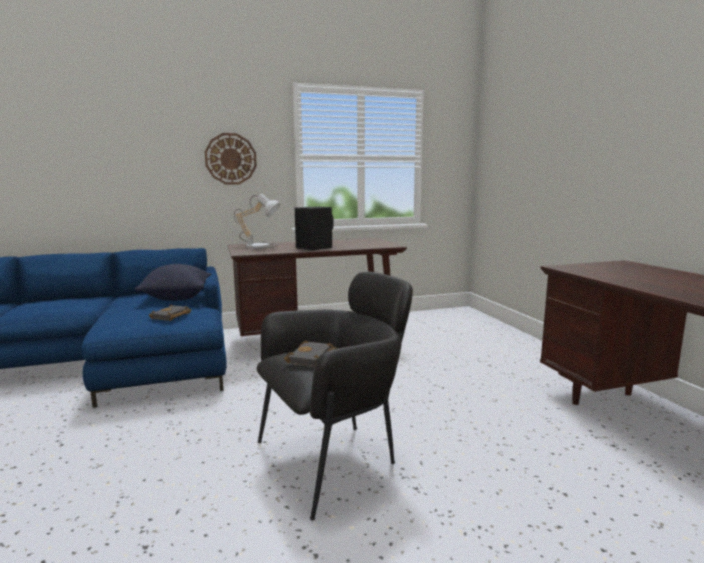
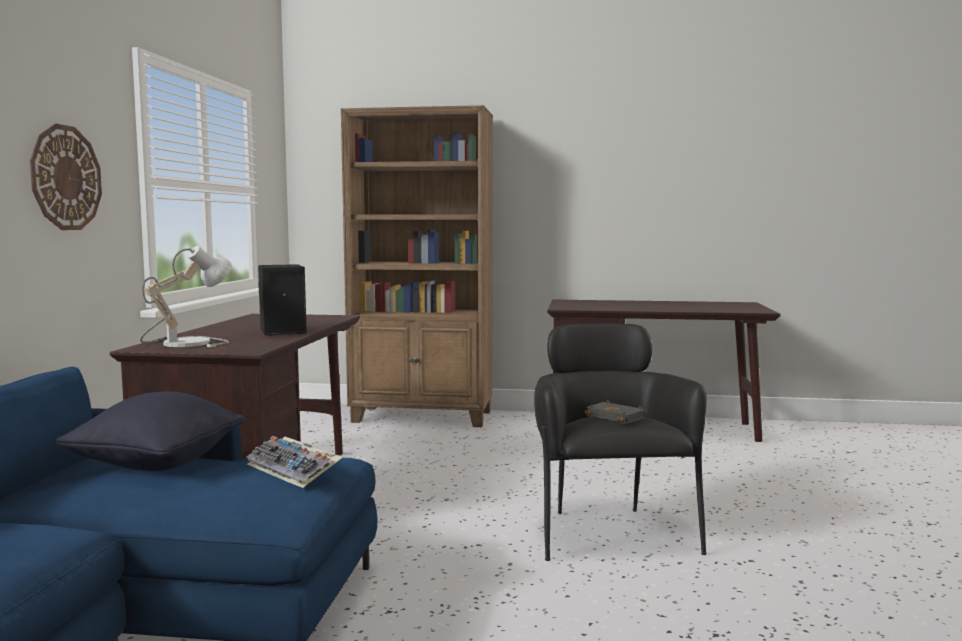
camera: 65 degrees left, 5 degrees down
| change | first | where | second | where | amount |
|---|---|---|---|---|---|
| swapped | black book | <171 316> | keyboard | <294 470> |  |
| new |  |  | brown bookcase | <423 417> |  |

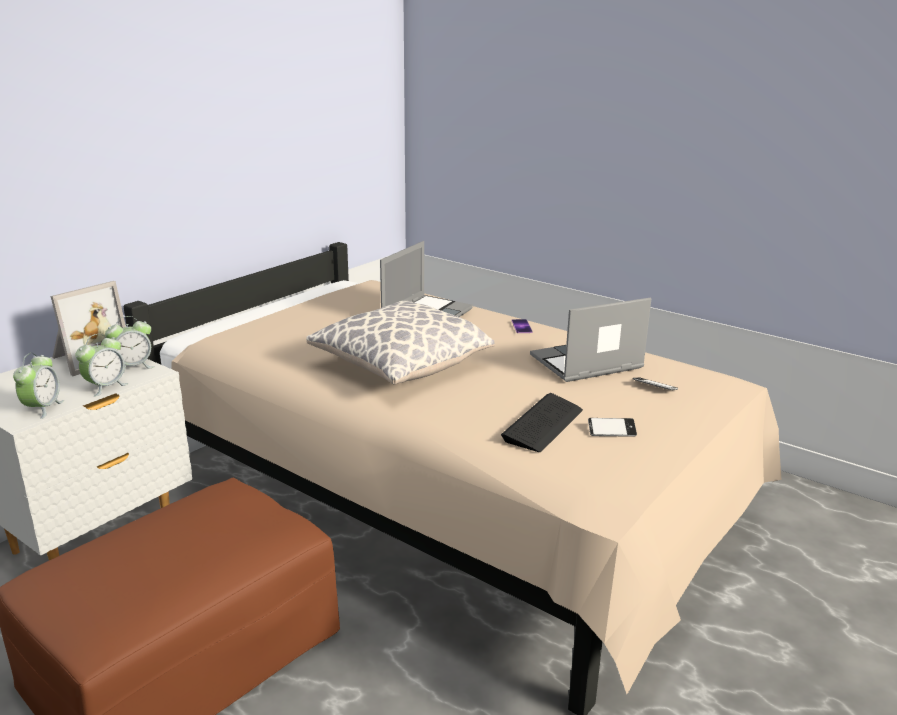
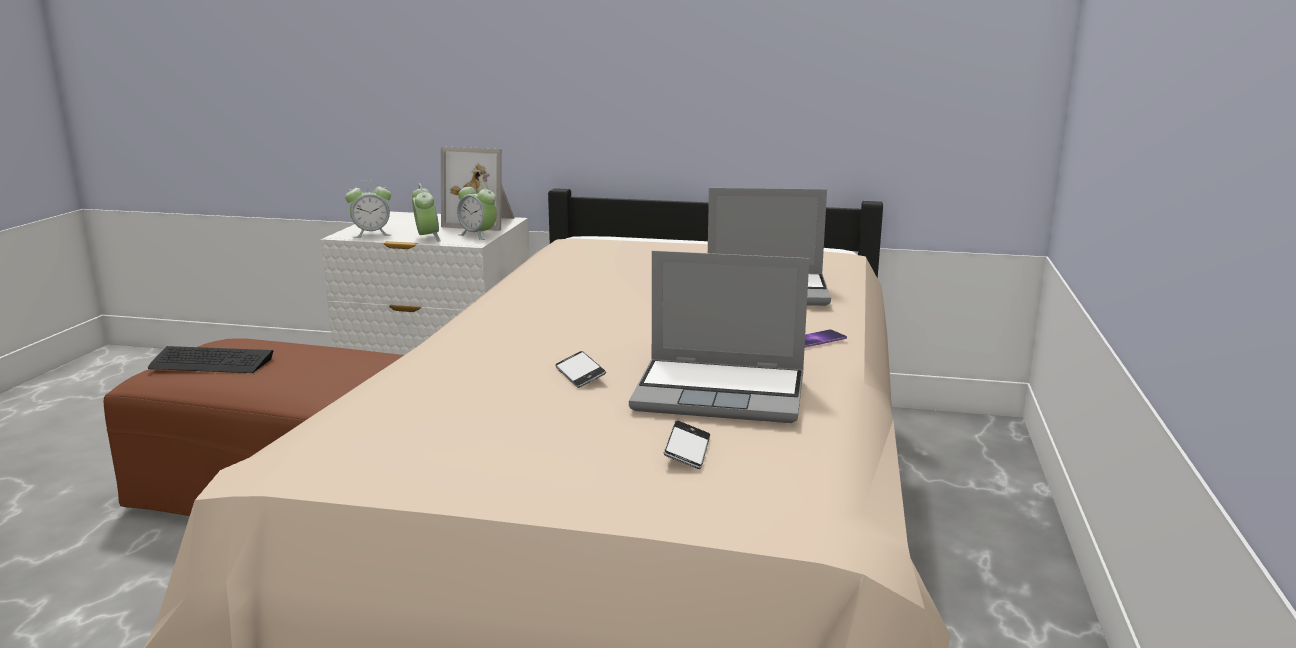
camera: 65 degrees right, 5 degrees down
| change | first | where | second | where | amount |
|---|---|---|---|---|---|
| rotated | alarm clock | <105 387> |  | <427 238> | 120 degrees counterclockwise |
| gone | pillow | <400 367> |  |  |  |
| shifted | keyboard | <543 424> |  | <211 363> |  |
| rotated | laptop | <585 363> |  | <722 393> | 150 degrees clockwise |
| shifted | phone | <611 431> |  | <580 375> |  |

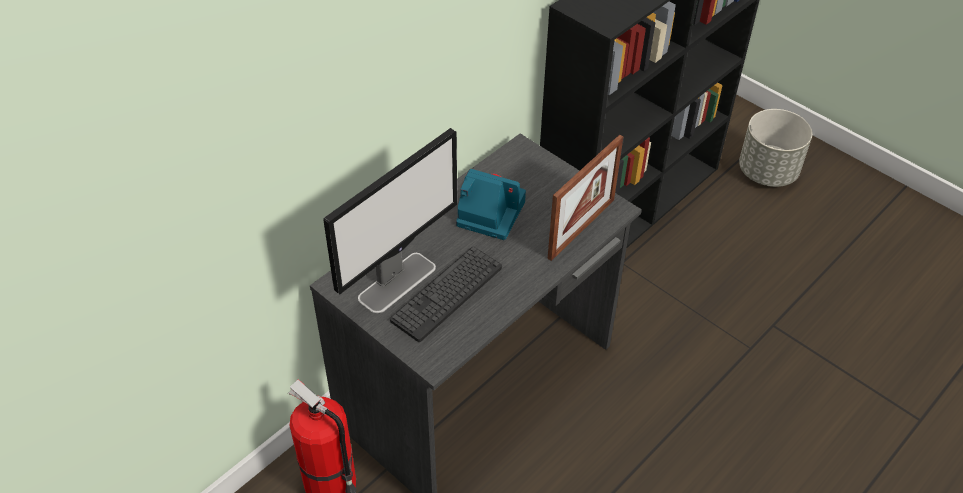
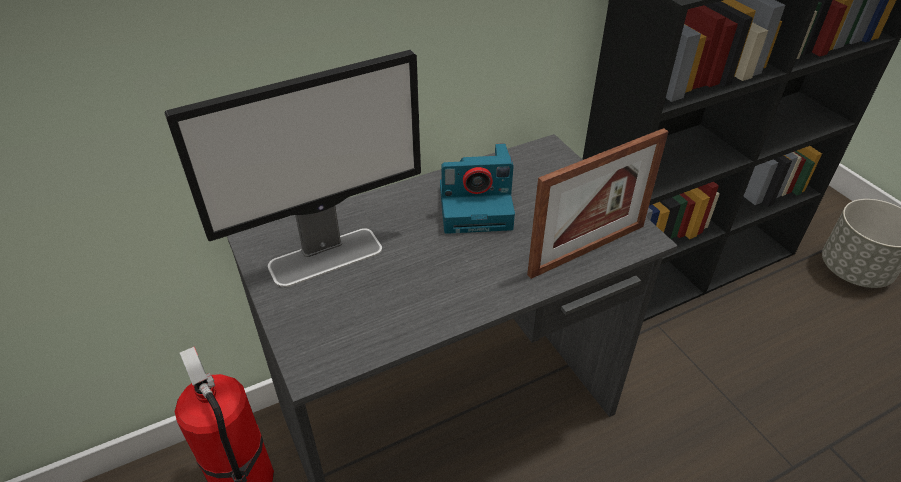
camera: 20 degrees right, 5 degrees down
| change | first | where | second | where | amount |
|---|---|---|---|---|---|
| gone | keyboard | <447 294> |  |  |  |
| rotated | photo camera | <488 213> |  | <477 206> | 135 degrees clockwise |

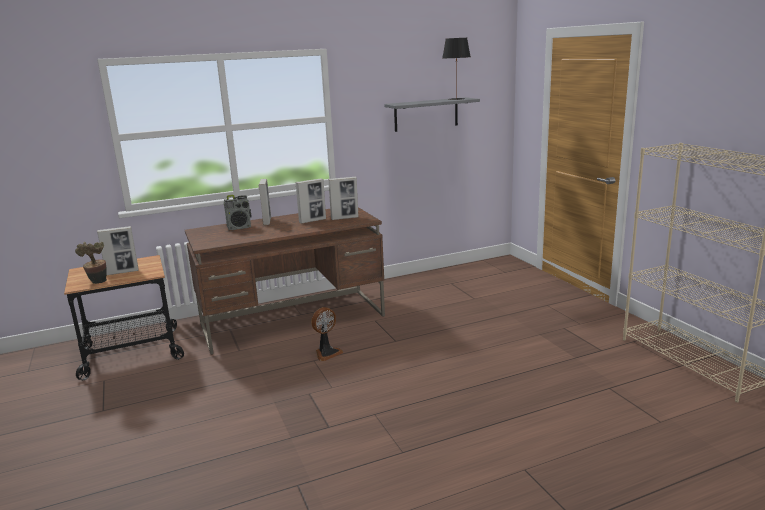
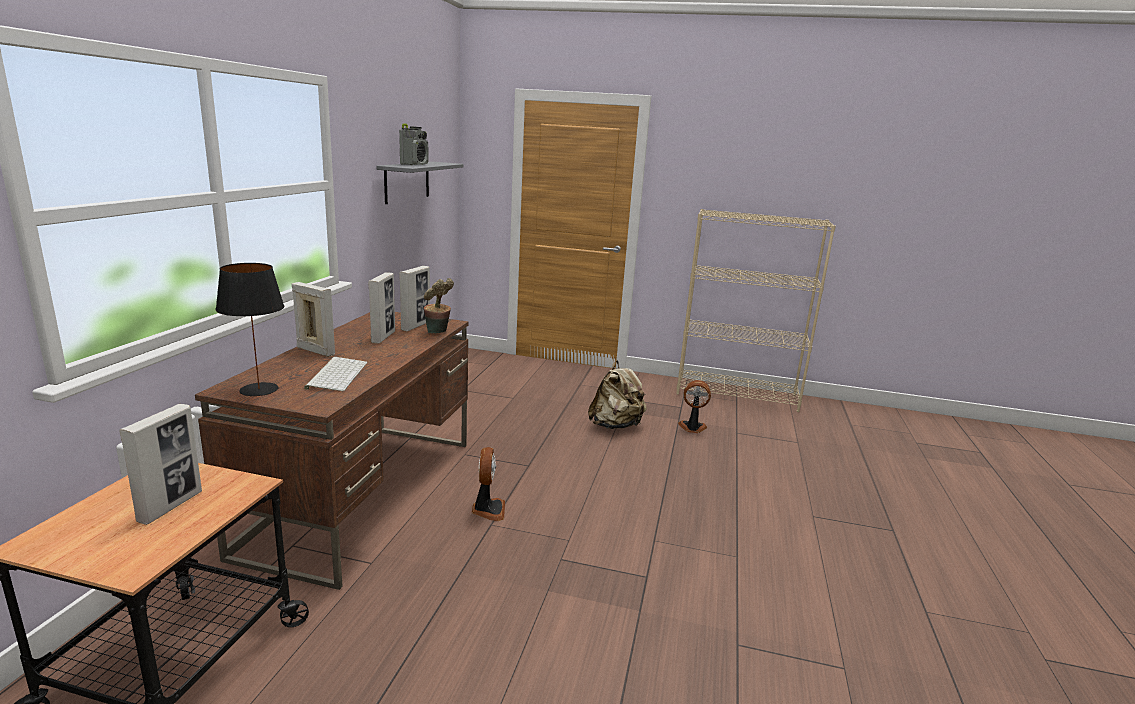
camera: 55 degrees left, 0 degrees up
| change | first | where | second | where | amount |
|---|---|---|---|---|---|
| shifted | potted plant | <98 283> |  | <438 332> |  |
| shifted | radio | <239 227> |  | <414 164> |  |
| shifted | black table lamp | <456 99> |  | <259 389> |  |
| new |  |  | keyboard | <336 374> |  |
| new |  |  | beige backpack | <615 425> |  |
| new |  |  | fan | <692 428> |  |

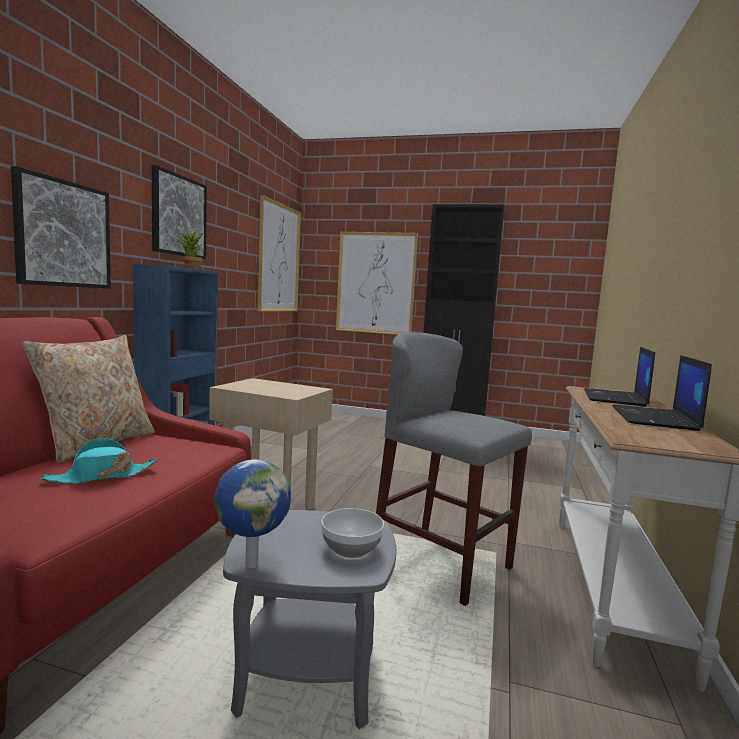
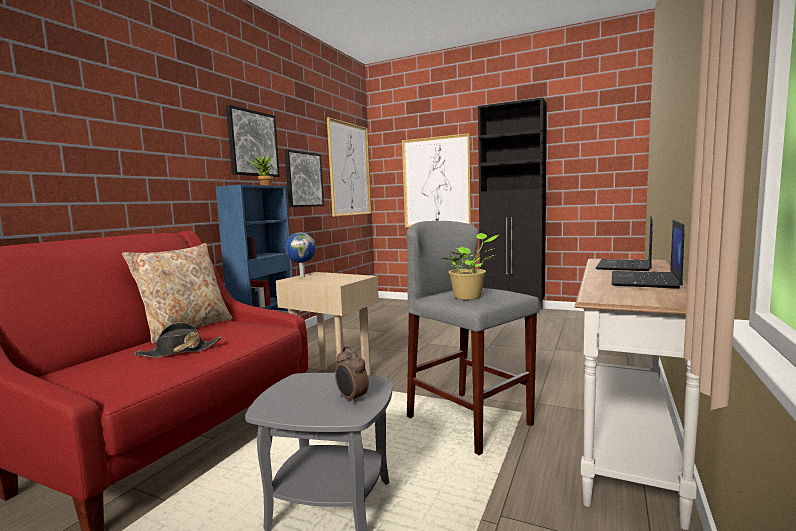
camera: 10 degrees right, 0 degrees up
| change | first | where | second | where | amount |
|---|---|---|---|---|---|
| shifted | picture | <63 234> |  | <304 179> |  |
| repainted | turquoise hat | <102 476> | black hat | <179 351> |  |
| shifted | globe | <251 564> |  | <302 276> |  |
| swapped | bowl | <352 548> | alarm clock | <351 399> |  |
| new |  |  | potted plant | <469 297> |  |

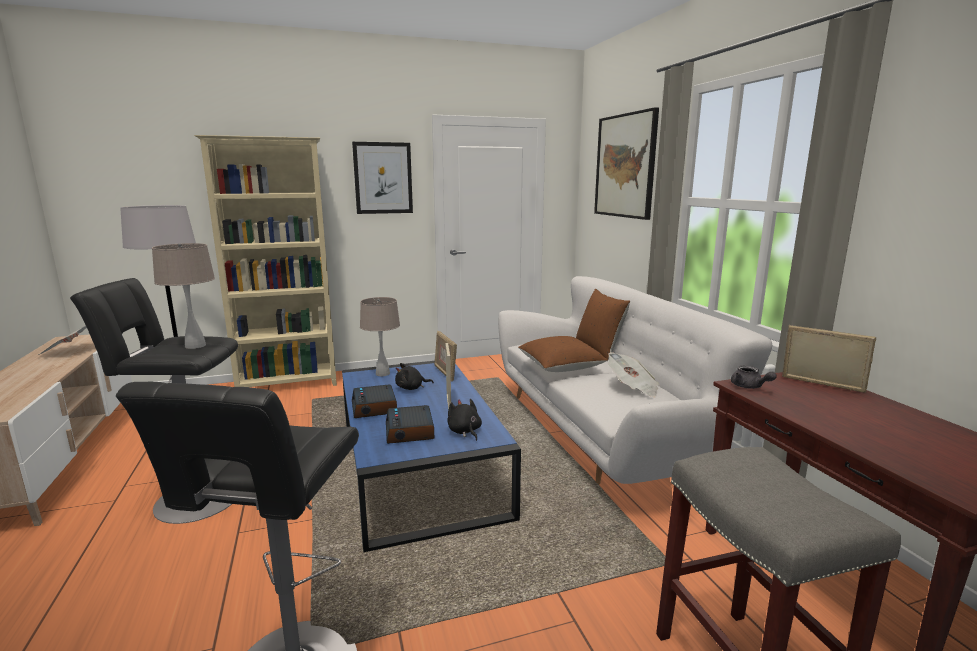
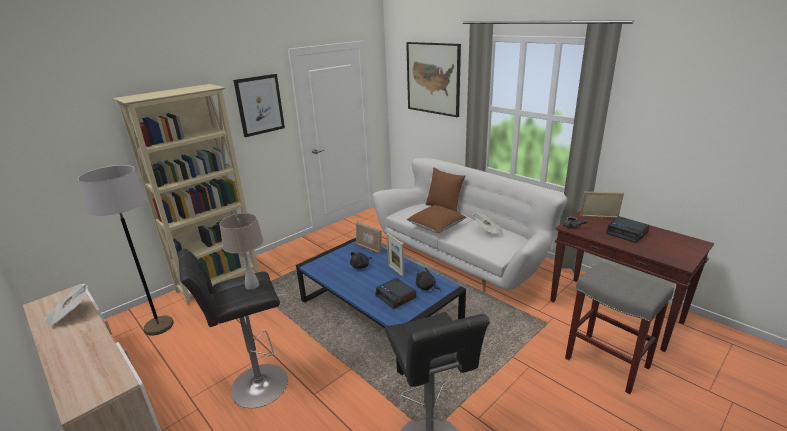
camera: 25 degrees left, 10 degrees up
| change | first | where | second | where | amount |
|---|---|---|---|---|---|
| shifted | alarm clock | <374 407> |  | <627 233> |  |
| gone | beige table lamp | <382 374> |  |  |  |

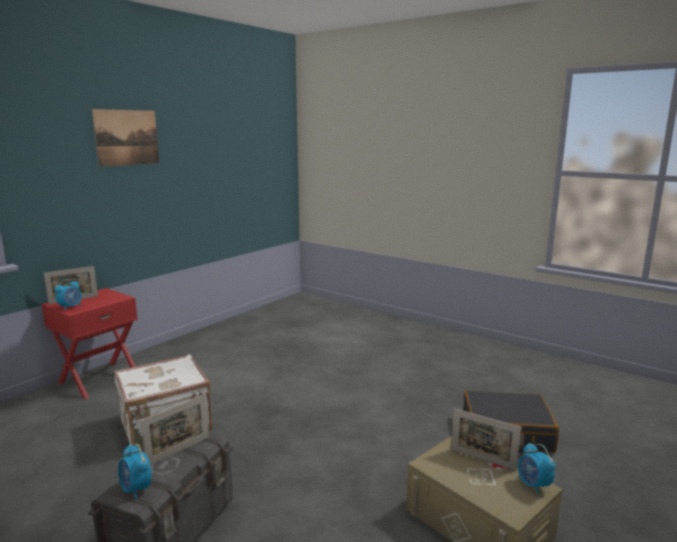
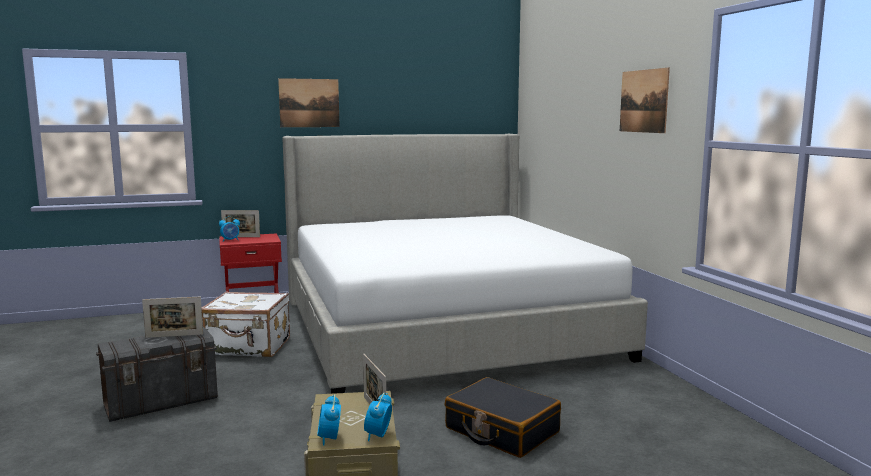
camera: 35 degrees right, 5 degrees down
| change | first | where | second | where | amount |
|---|---|---|---|---|---|
| shifted | alarm clock | <136 489> |  | <329 438> |  |
| new |  |  | bed | <442 328> |  |
| new |  |  | picture | <643 101> |  |

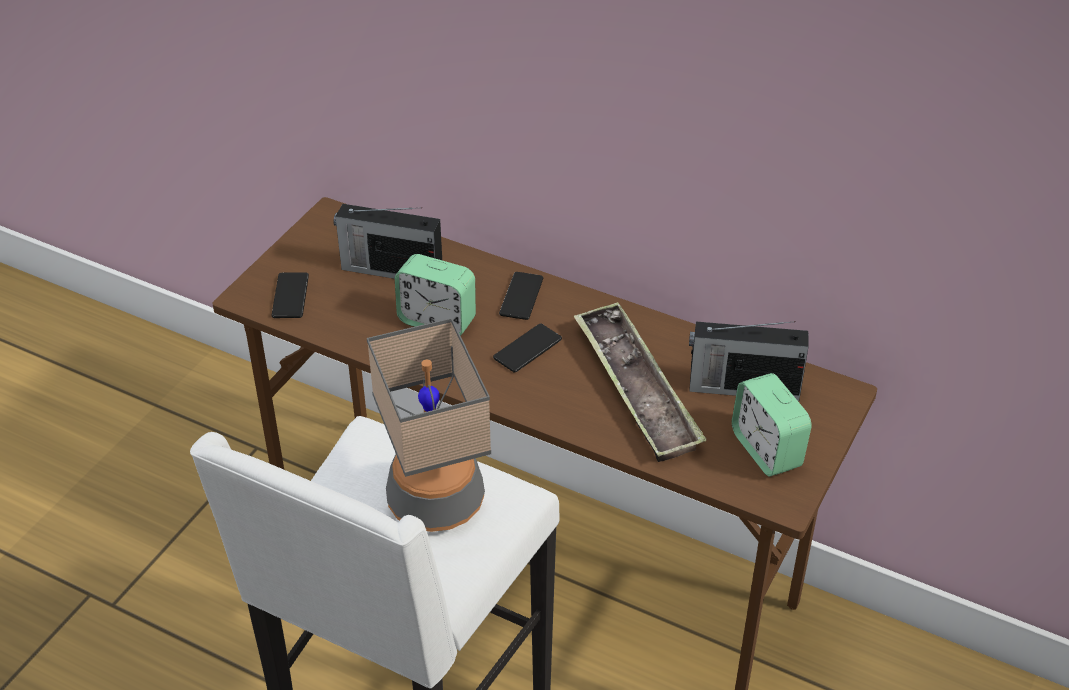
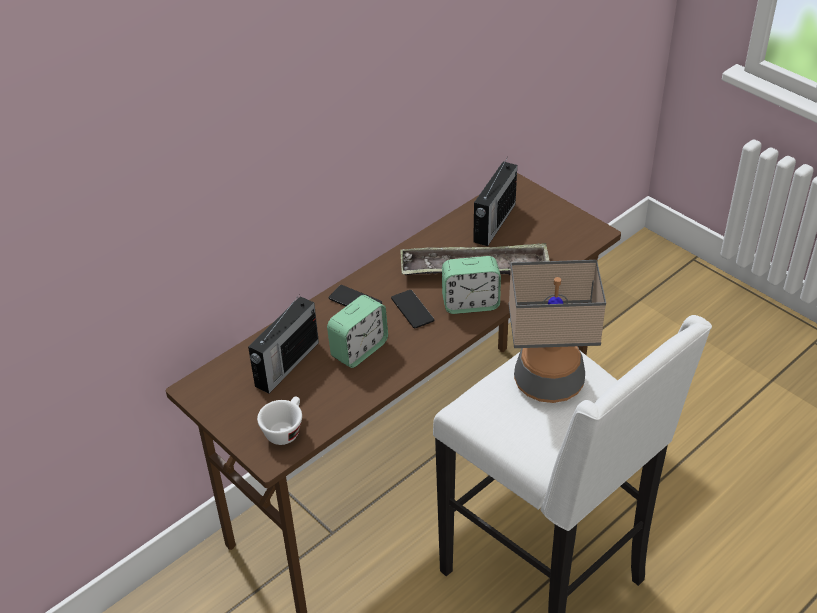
camera: 70 degrees left, 0 degrees up
| change | first | where | second | where | amount |
|---|---|---|---|---|---|
| swapped | phone | <290 296> | white cup | <285 429> |  |
| shifted | alarm clock | <766 450> |  | <470 303> |  |

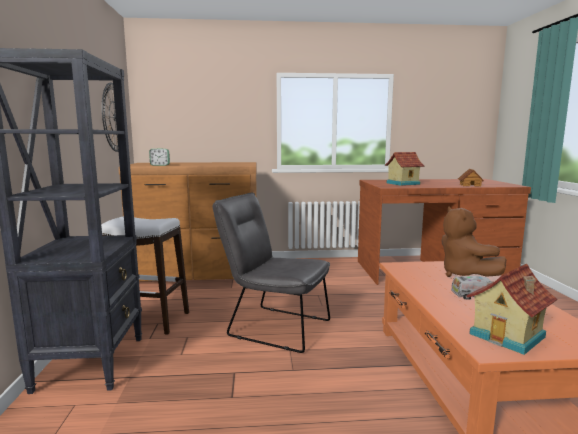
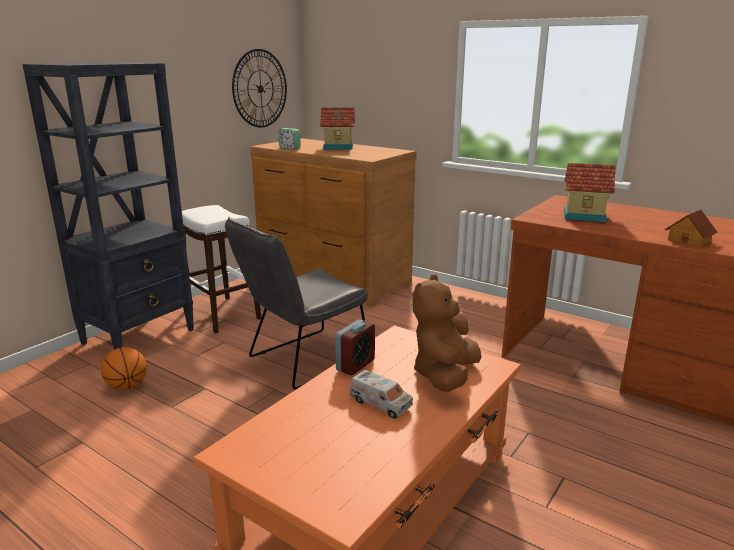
camera: 40 degrees right, 10 degrees up
| change | first | where | second | where | amount |
|---|---|---|---|---|---|
| rotated | grey chair | <273 326> |  | <302 361> | 105 degrees counterclockwise |
| shifted | toy house | <509 336> |  | <338 147> |  |
| new |  |  | basketball | <127 386> |  |
| new |  |  | alarm clock | <355 365> |  |

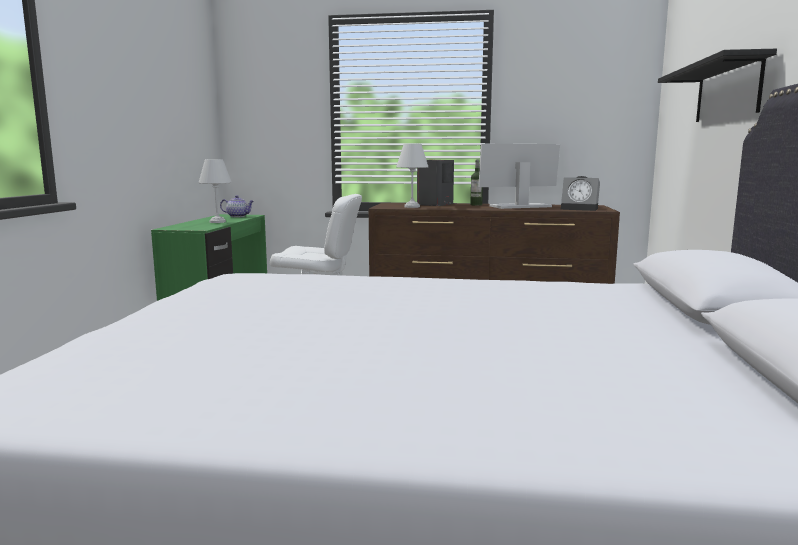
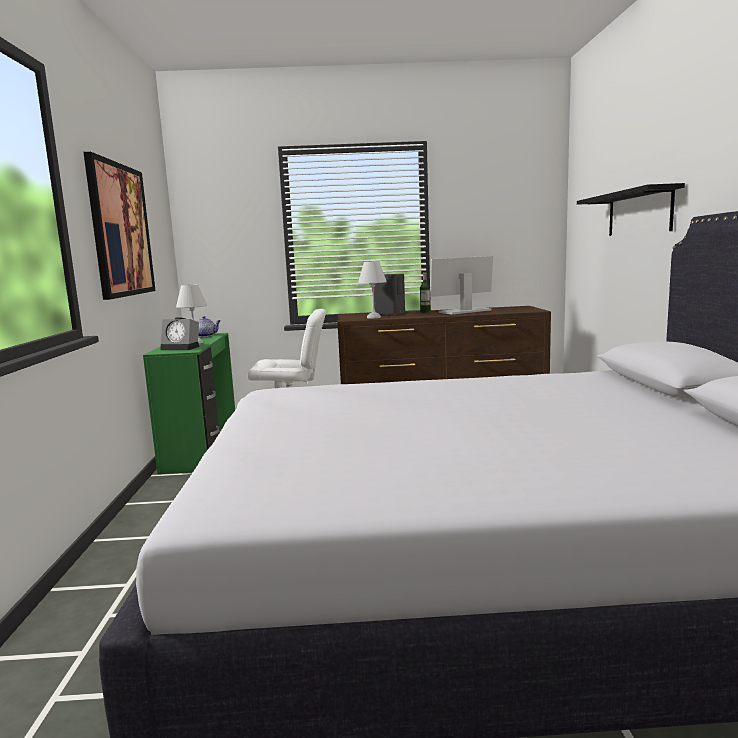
camera: 10 degrees left, 0 degrees up
| change | first | where | second | where | amount |
|---|---|---|---|---|---|
| shifted | alarm clock | <580 209> |  | <182 348> |  |
| new |  |  | picture | <120 230> |  |

